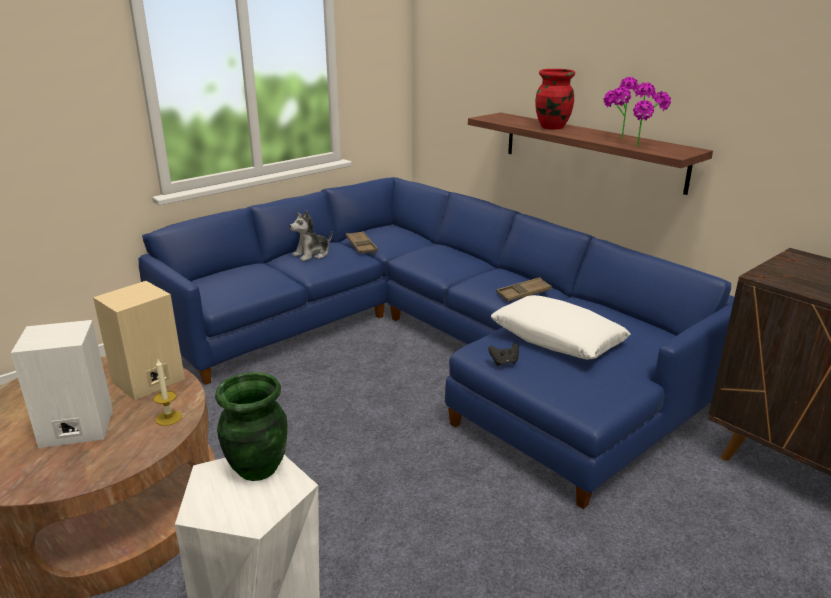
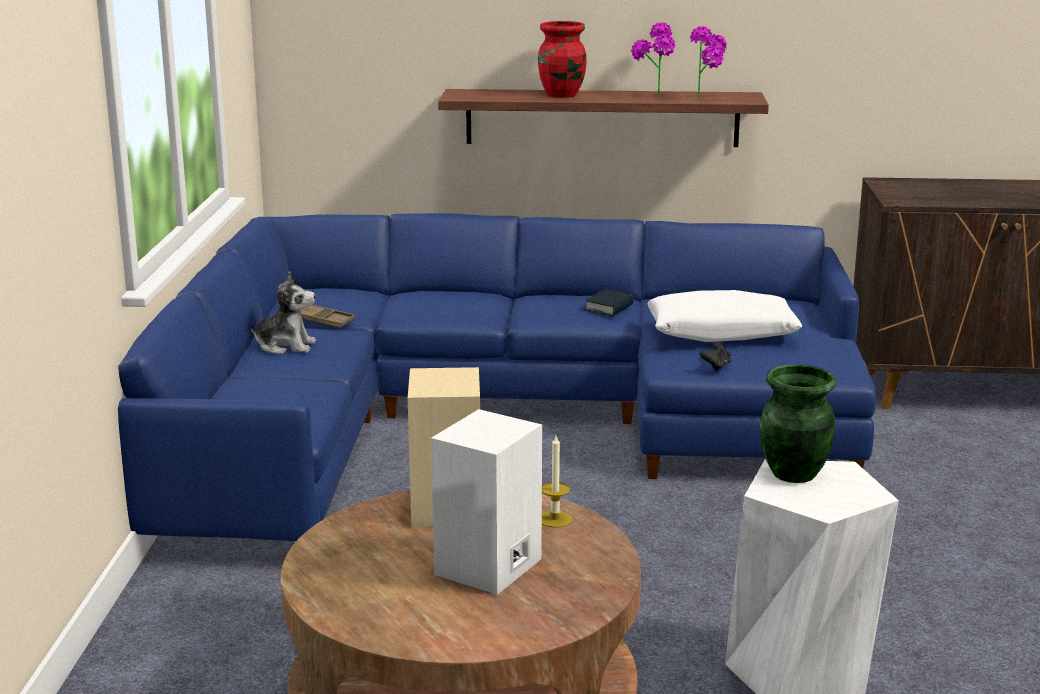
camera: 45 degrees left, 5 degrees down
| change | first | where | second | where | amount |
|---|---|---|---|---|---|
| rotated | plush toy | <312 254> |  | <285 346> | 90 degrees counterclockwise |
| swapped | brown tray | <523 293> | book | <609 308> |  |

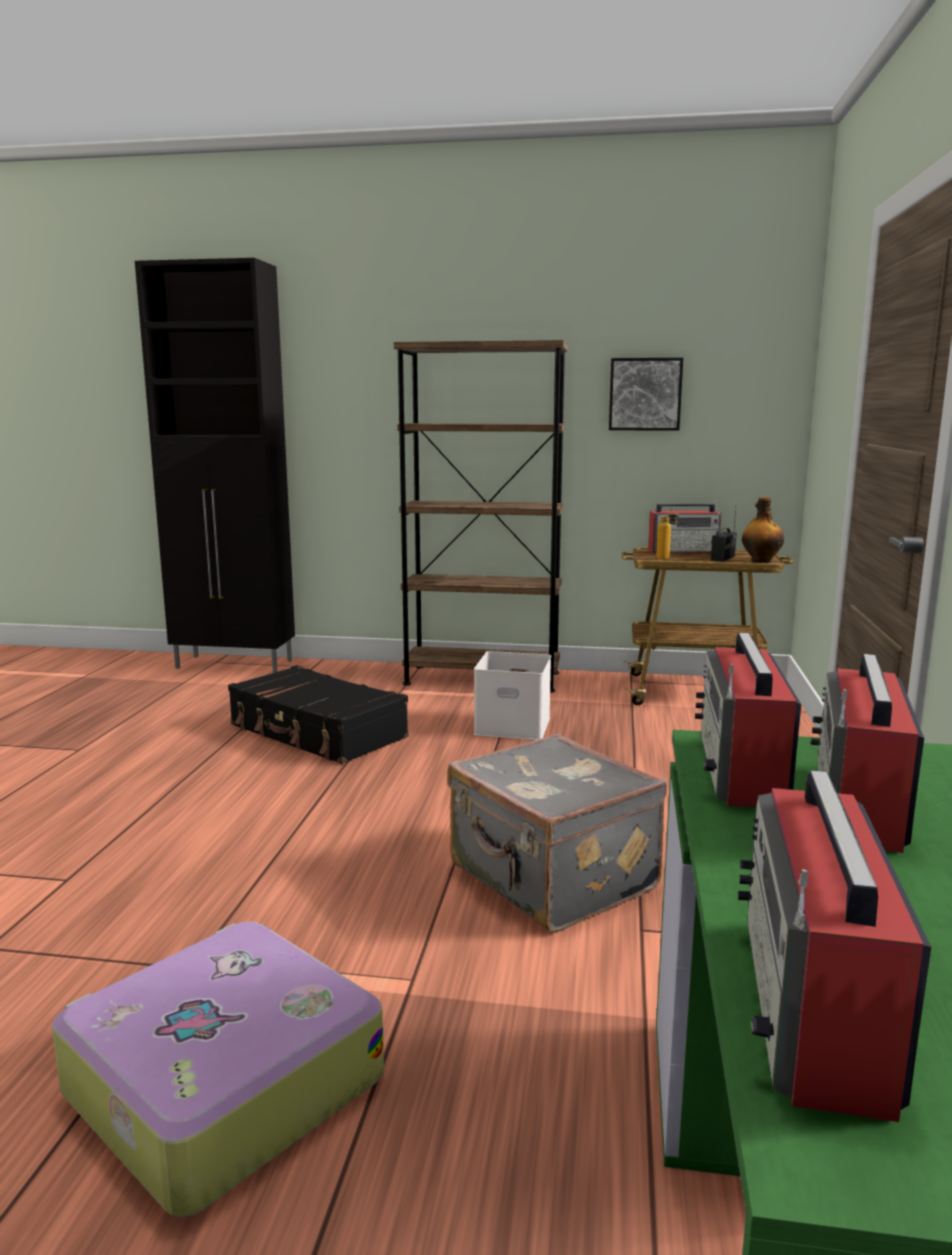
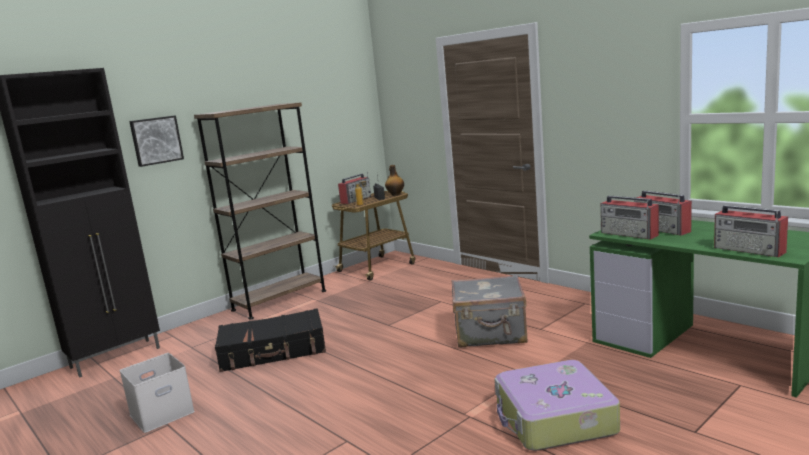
camera: 50 degrees left, 0 degrees up
| change | first | where | second | where | amount |
|---|---|---|---|---|---|
| shifted | white storage box | <514 725> |  | <162 412> |  |
| shifted | picture | <645 394> |  | <156 140> |  |

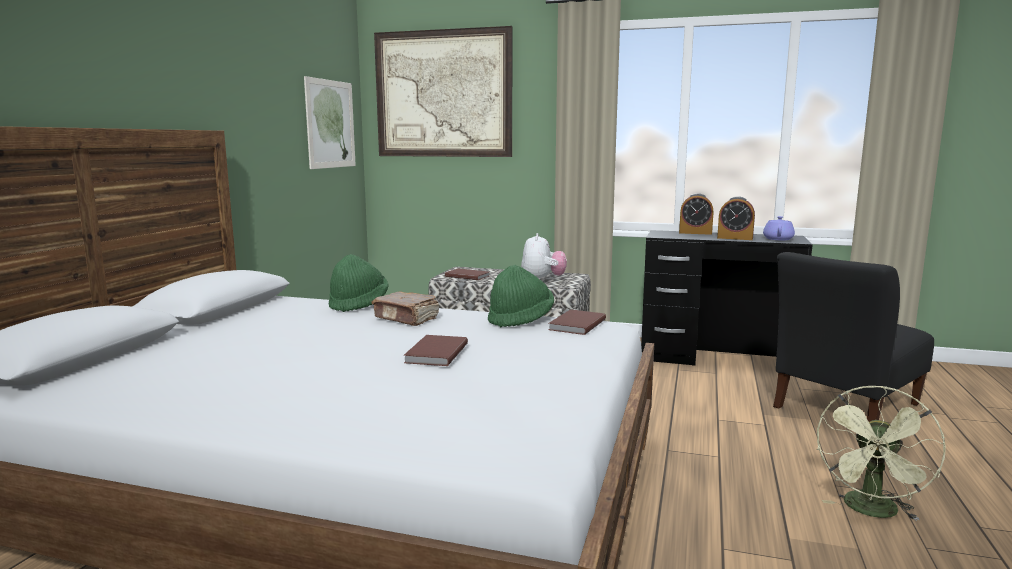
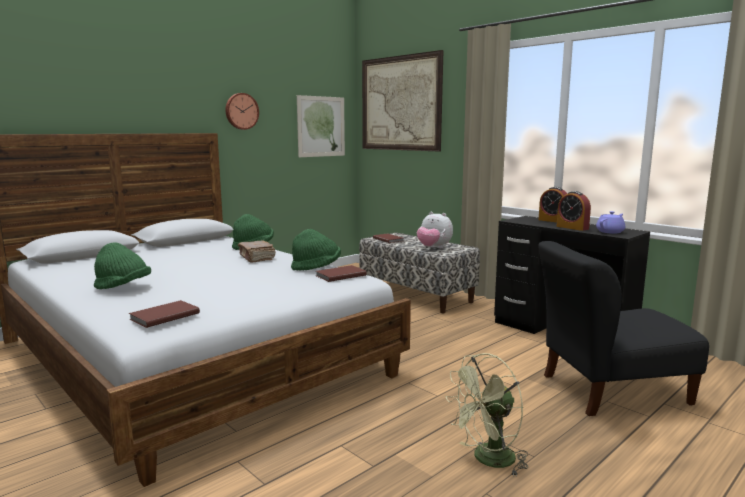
camera: 30 degrees right, 0 degrees up
| change | first | where | second | where | amount |
|---|---|---|---|---|---|
| shifted | brown book | <435 353> |  | <163 316> |  |
| rotated | plush toy | <542 280> |  | <433 248> | 90 degrees clockwise |
| new |  |  | green hat | <123 288> |  |
| new |  |  | wall clock | <241 111> |  |

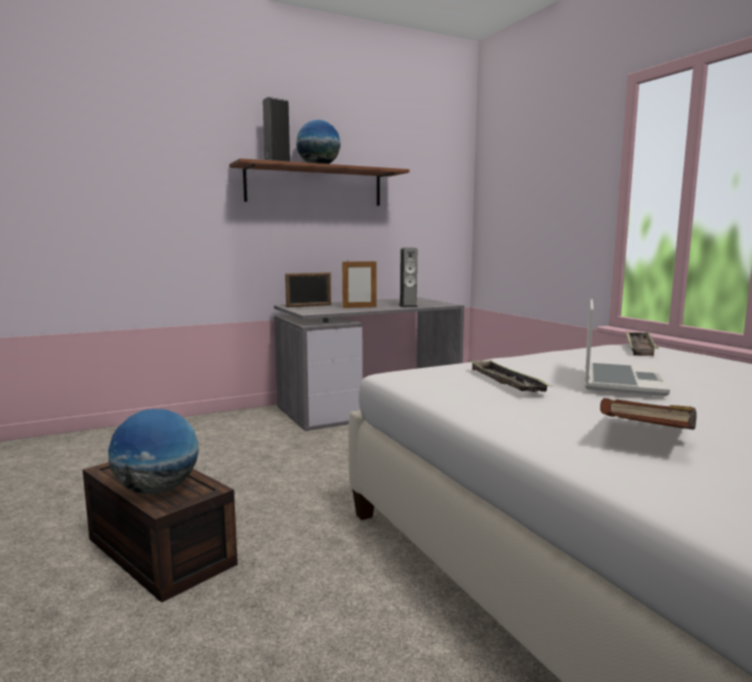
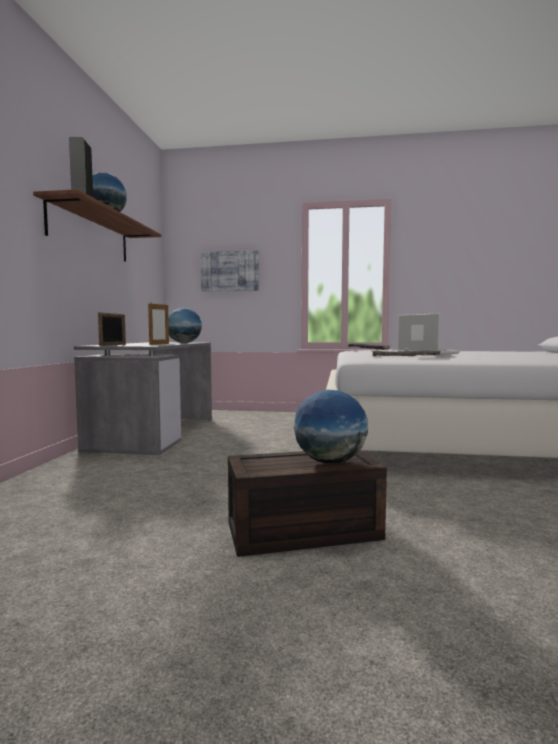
camera: 55 degrees left, 5 degrees down
| change | first | where | second | where | amount |
|---|---|---|---|---|---|
| swapped | speaker | <408 306> | globe | <184 343> |  |
| gone | brown book | <646 438> |  |  |  |
| new |  |  | picture | <230 271> |  |

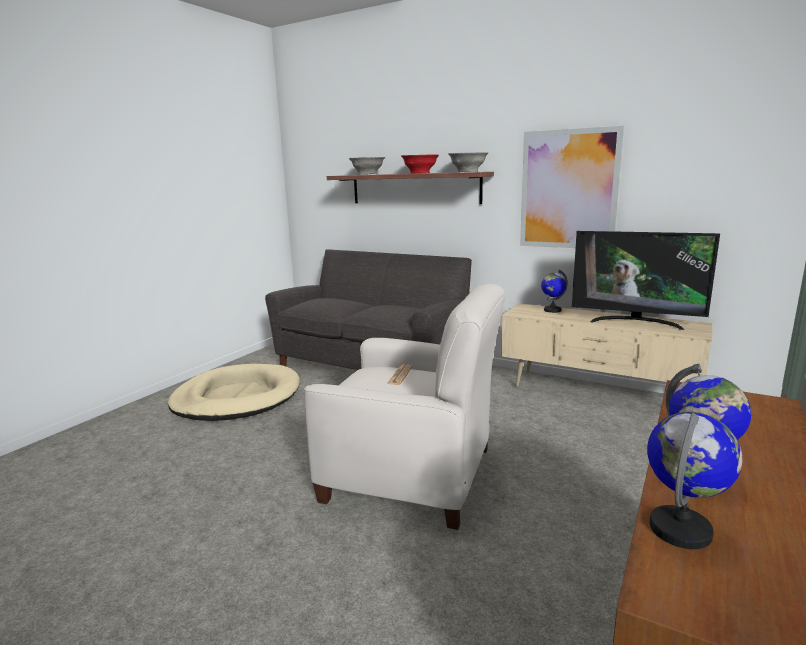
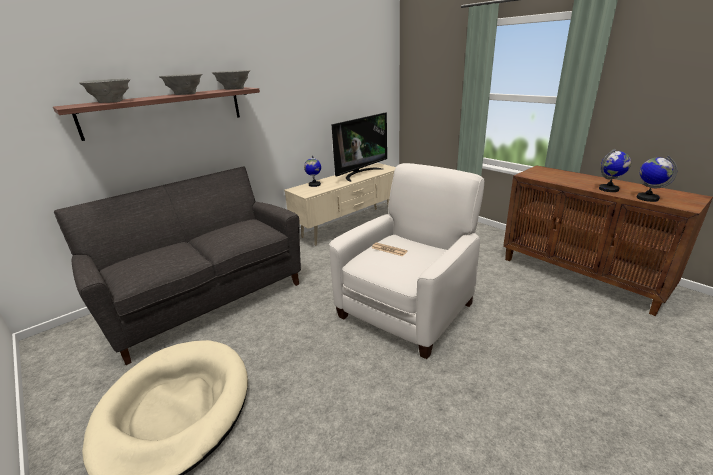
camera: 70 degrees left, 10 degrees up
| change | first | where | second | where | amount |
|---|---|---|---|---|---|
| repainted | red bowl | <420 173> | grey bowl | <185 94> |  |
| gone | picture | <568 190> |  |  |  |

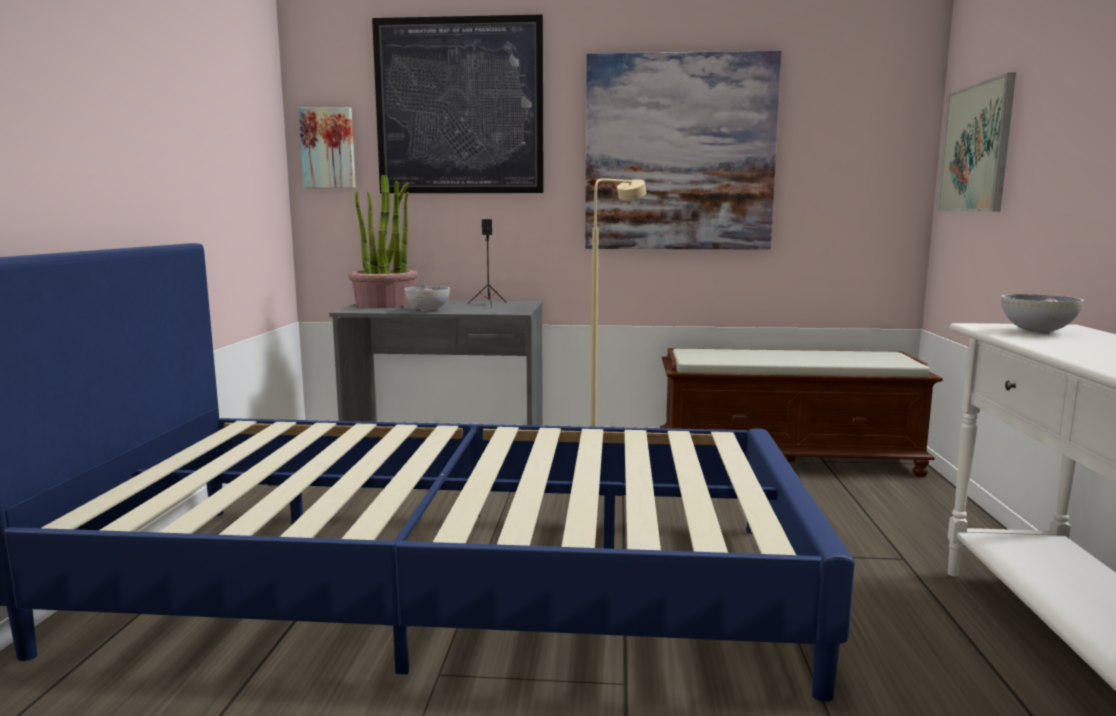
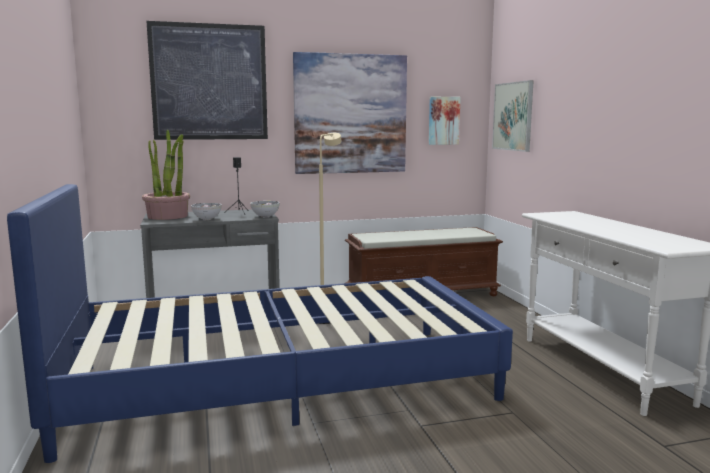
camera: 20 degrees left, 0 degrees up
| change | first | where | second | where | amount |
|---|---|---|---|---|---|
| shifted | picture | <328 148> |  | <443 120> |  |
| shifted | bowl | <1036 332> |  | <265 217> |  |

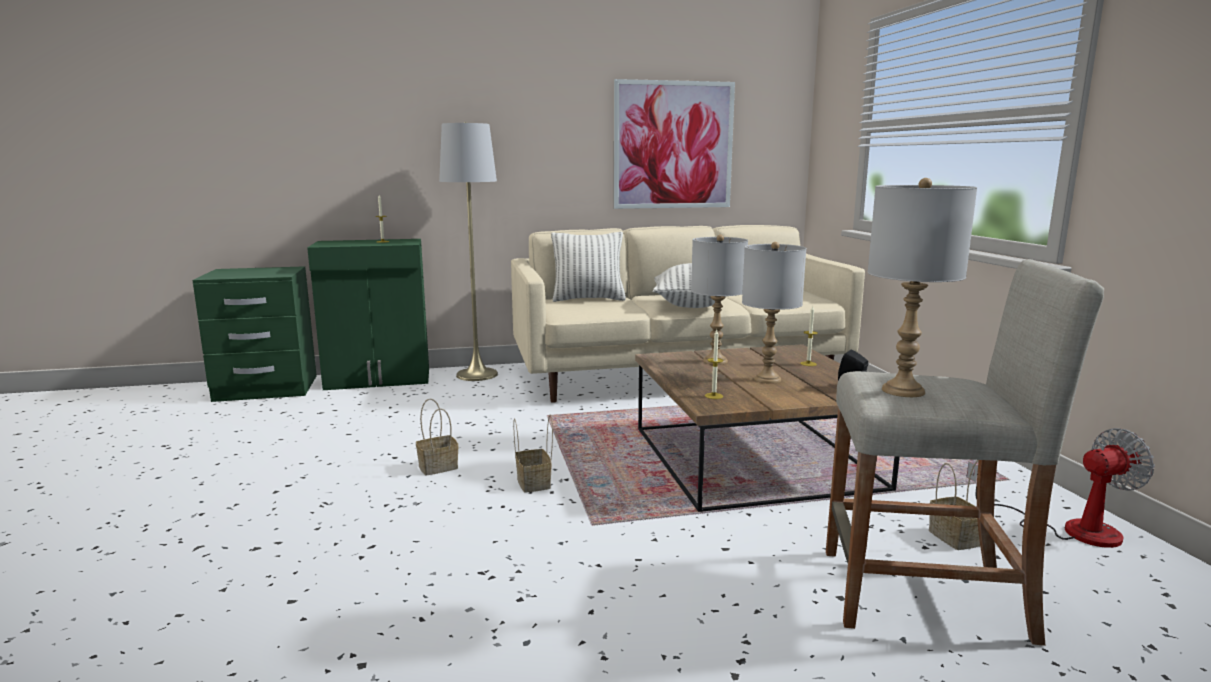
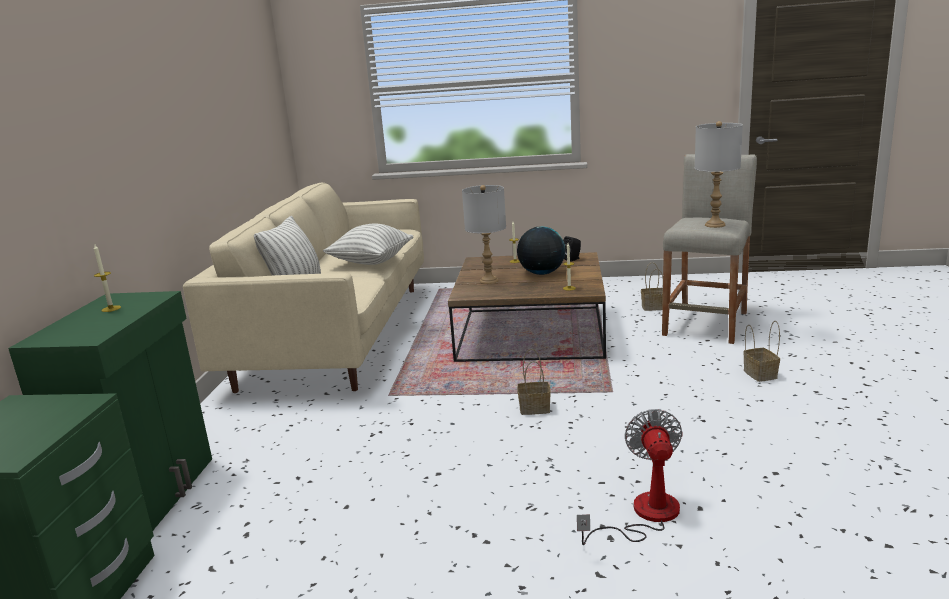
camera: 70 degrees left, 5 degrees up
| change | first | where | second | where | amount |
|---|---|---|---|---|---|
| shifted | basket | <439 466> |  | <759 374> |  |
| gone | grey floor lamp | <477 374> |  |  |  |
| gone | picture | <673 145> |  |  |  |
| swapped | grey table lamp | <767 379> | globe | <541 273> |  |
| shifted | fan | <1070 529> |  | <644 515> |  |

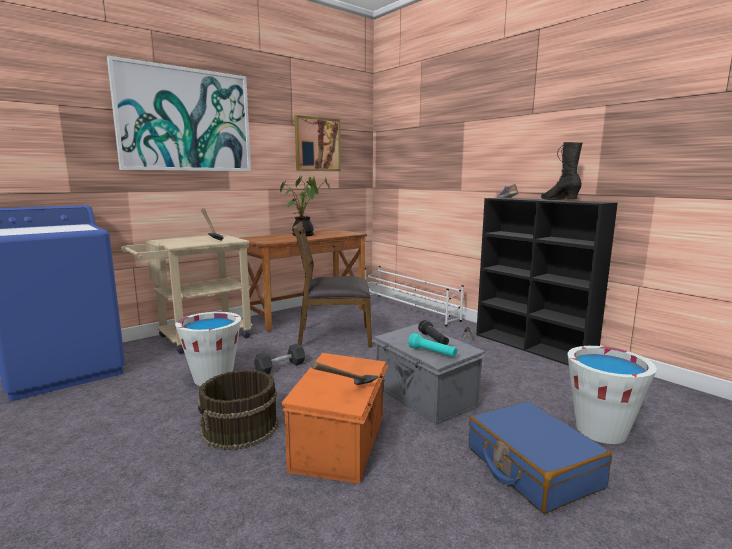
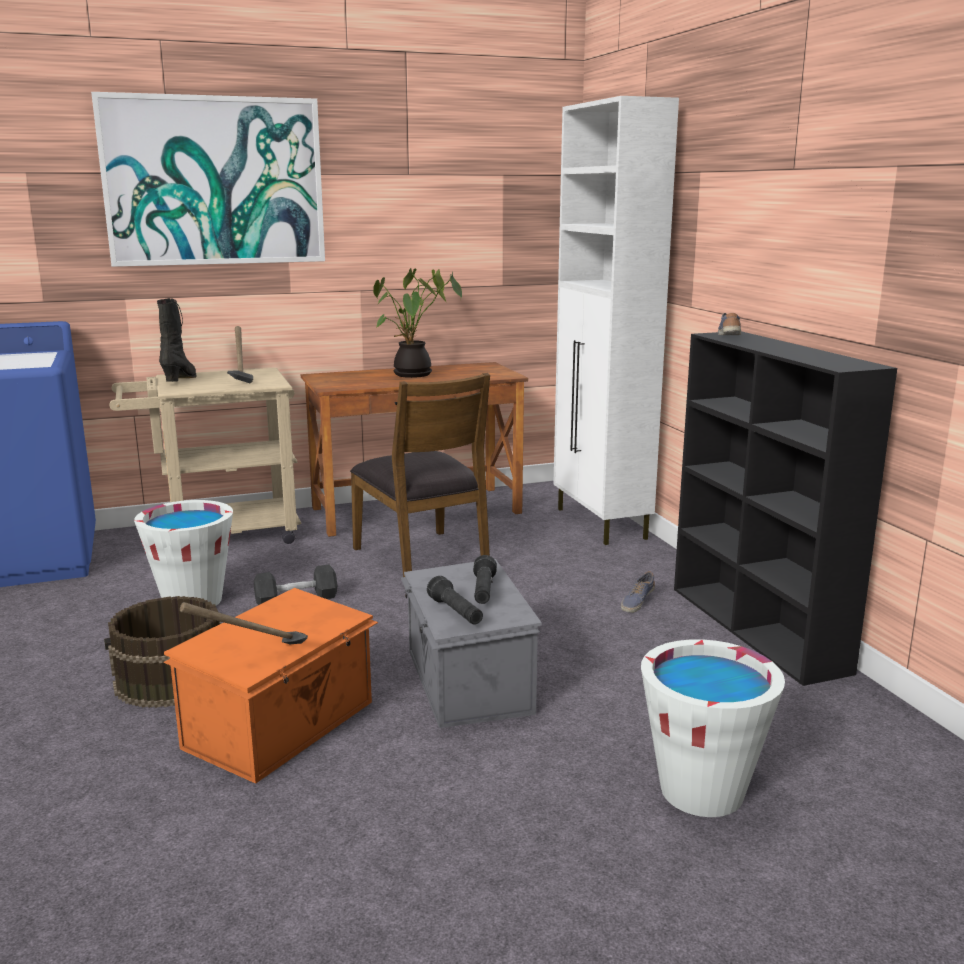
camera: 20 degrees right, 5 degrees up
| change | first | where | second | where | amount |
|---|---|---|---|---|---|
| rotated | brown chair | <334 336> |  | <423 559> | 135 degrees counterclockwise |
| gone | picture | <317 144> |  |  |  |
| swapped | white shoe rack | <409 309> | white cabinet | <601 524> |  |
| repainted | turquoise flashlight | <432 353> | black flashlight | <456 613> |  |
| gone | blue suitcase | <532 467> |  |  |  |
| shifted | black boot | <559 200> |  | <181 379> |  |

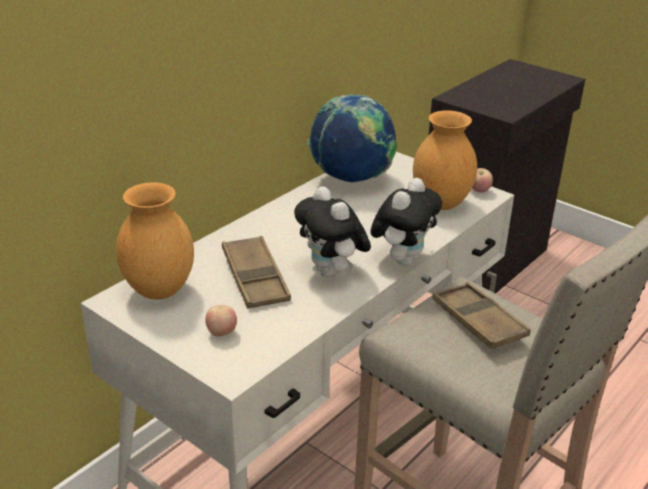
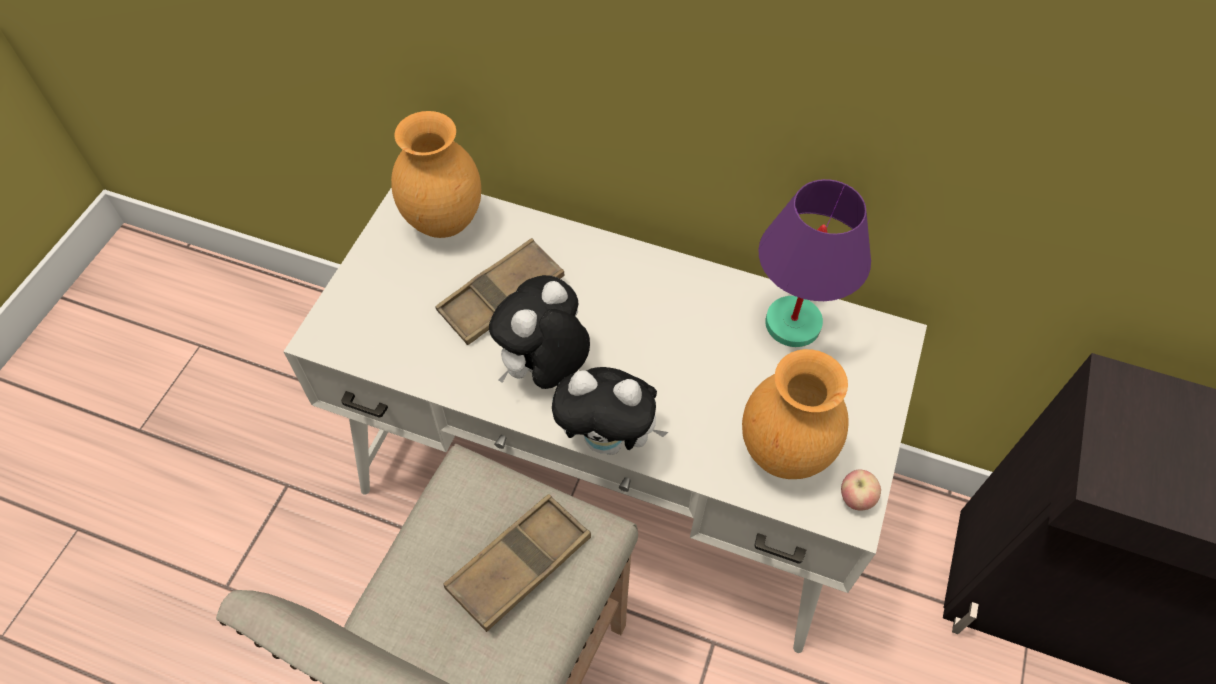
camera: 70 degrees right, 25 degrees up
| change | first | where | second | where | amount |
|---|---|---|---|---|---|
| gone | apple | <221 333> |  |  |  |
| swapped | globe | <352 179> | purple table lamp | <794 323> |  |

